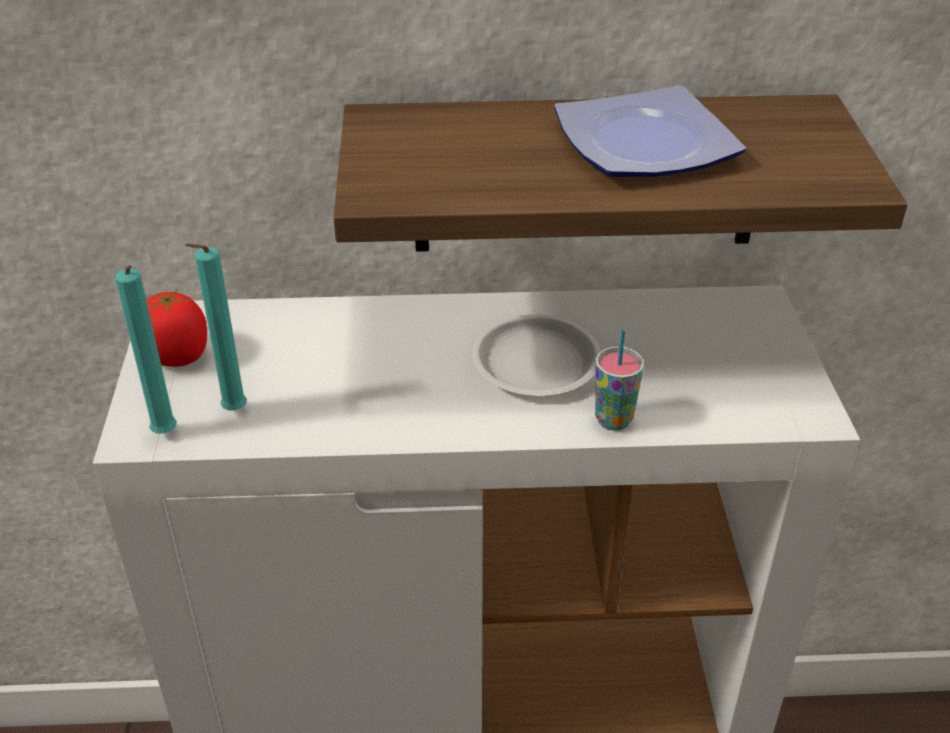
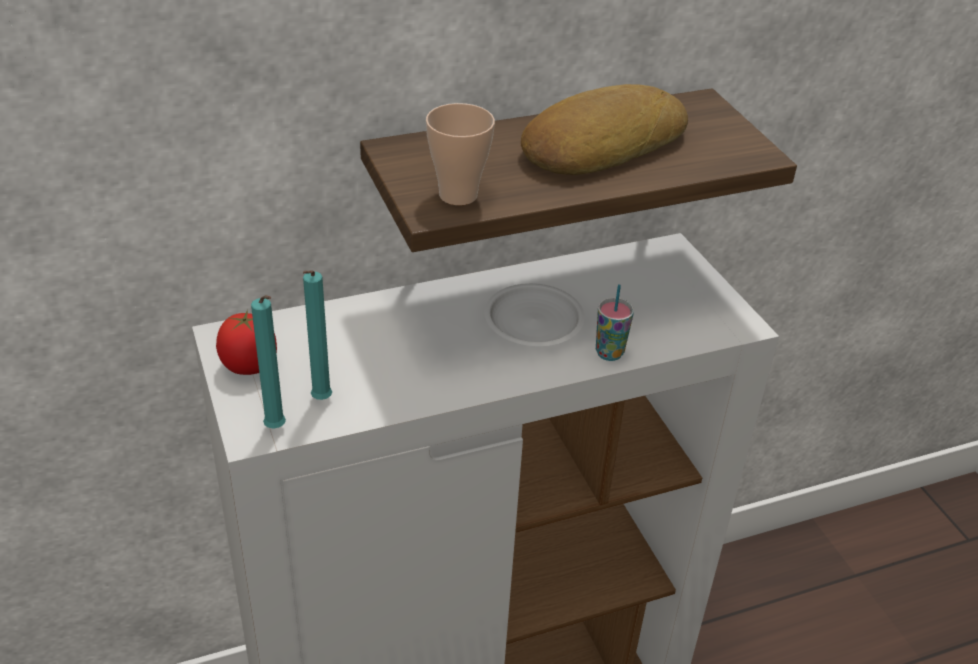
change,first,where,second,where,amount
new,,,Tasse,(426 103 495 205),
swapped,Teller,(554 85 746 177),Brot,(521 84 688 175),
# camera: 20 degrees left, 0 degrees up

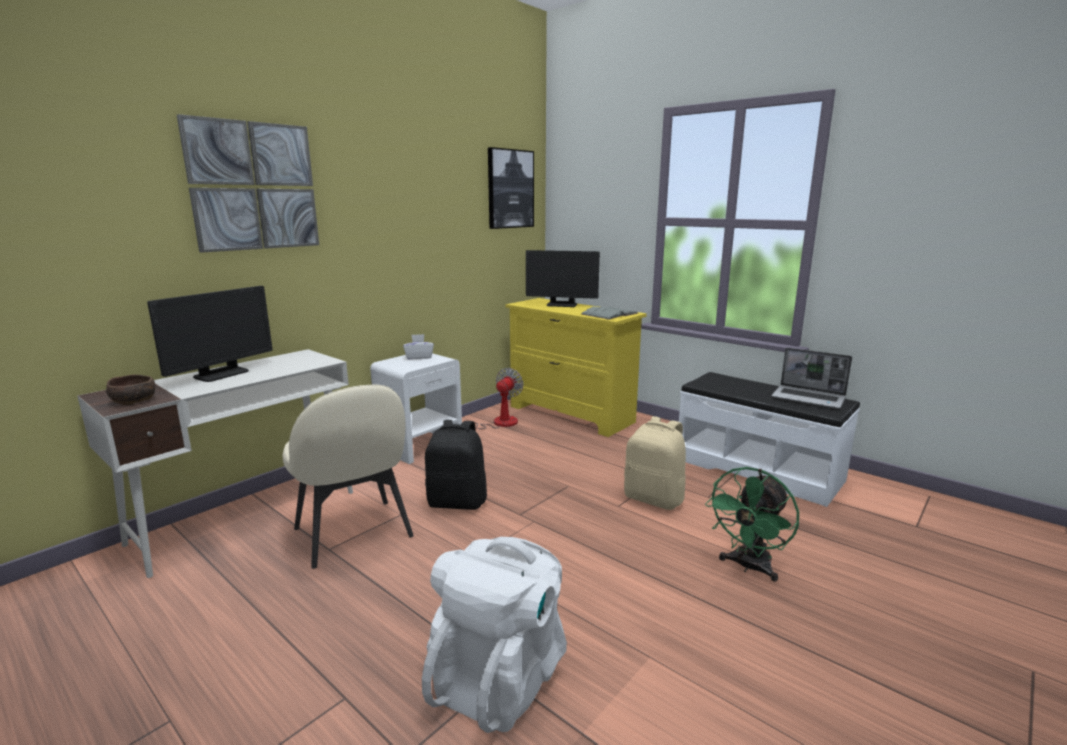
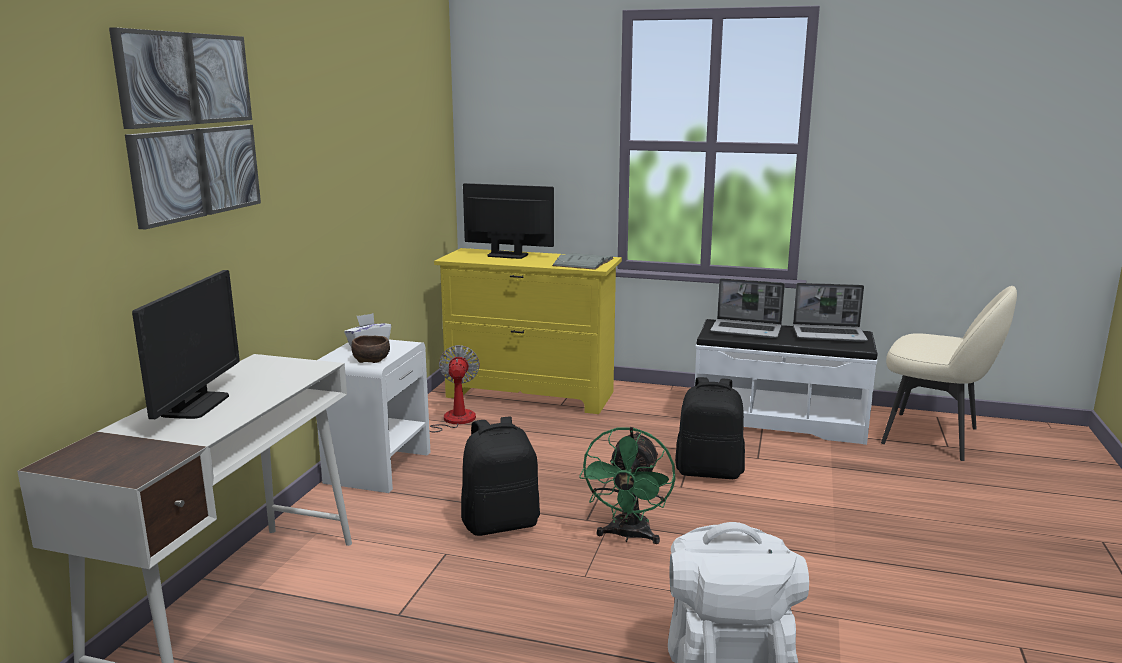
change,first,where,second,where,amount
gone,Bild,(488 147 534 229),,,
new,,,Laptop,(710 278 785 338),
shifted,Schüssel/braun,(106 374 155 405),,(351 336 390 363),
shifted,Stuhl/beige,(283 385 414 569),,(881 286 1017 461),
shifted,Ventilator/grün,(705 467 799 582),,(579 427 675 544),
repainted,Rucksack/beige,(624 416 686 510),Rucksack/schwarz,(675 377 745 479),
rotated,Monitor,(526 250 600 307),,(463 183 554 259),150 degrees counterclockwise
# camera: 25 degrees left, 0 degrees up

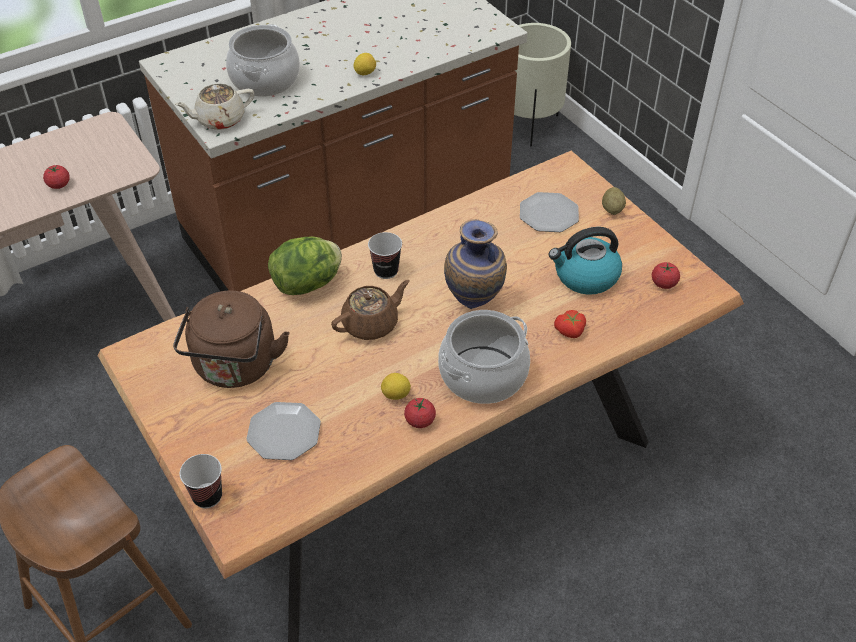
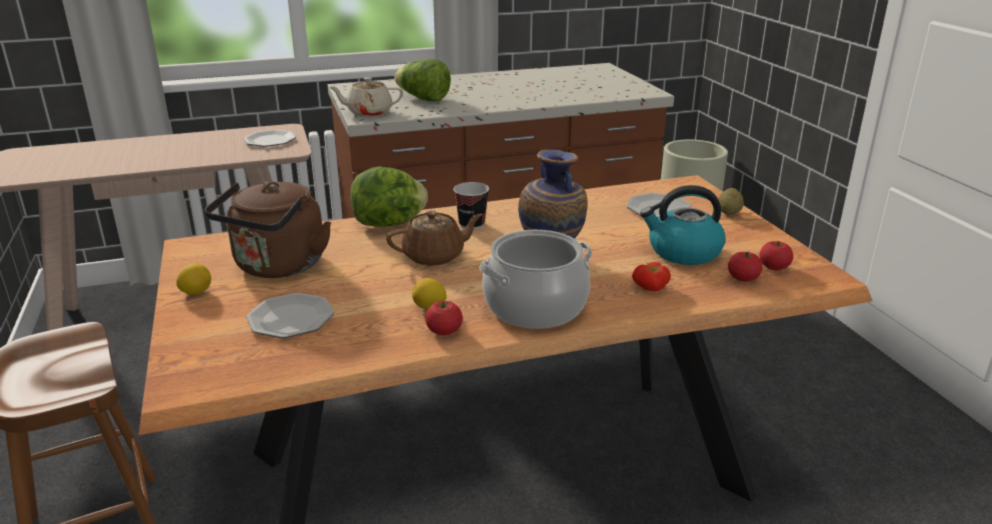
change,first,where,second,where,amount
gone,Tasse,(180 454 222 508),,,
new,,,Teller,(244 130 296 147),
shifted,Tomate,(43 165 70 189),,(728 251 763 282),
shifted,Zitrone,(353 53 376 75),,(176 263 211 295),
swapped,Kochtopf,(226 24 300 97),Salatkopf,(394 59 451 102),
# camera: 15 degrees right, 20 degrees down

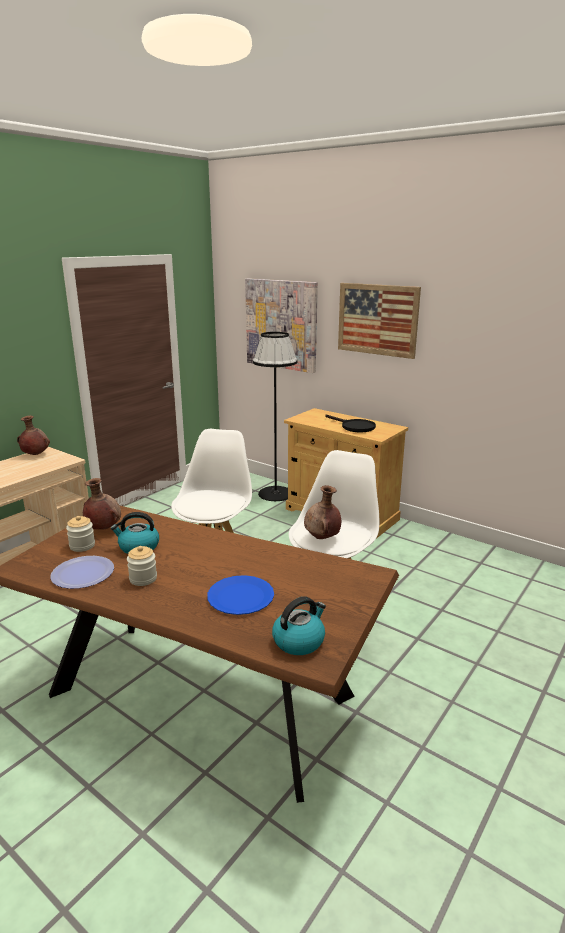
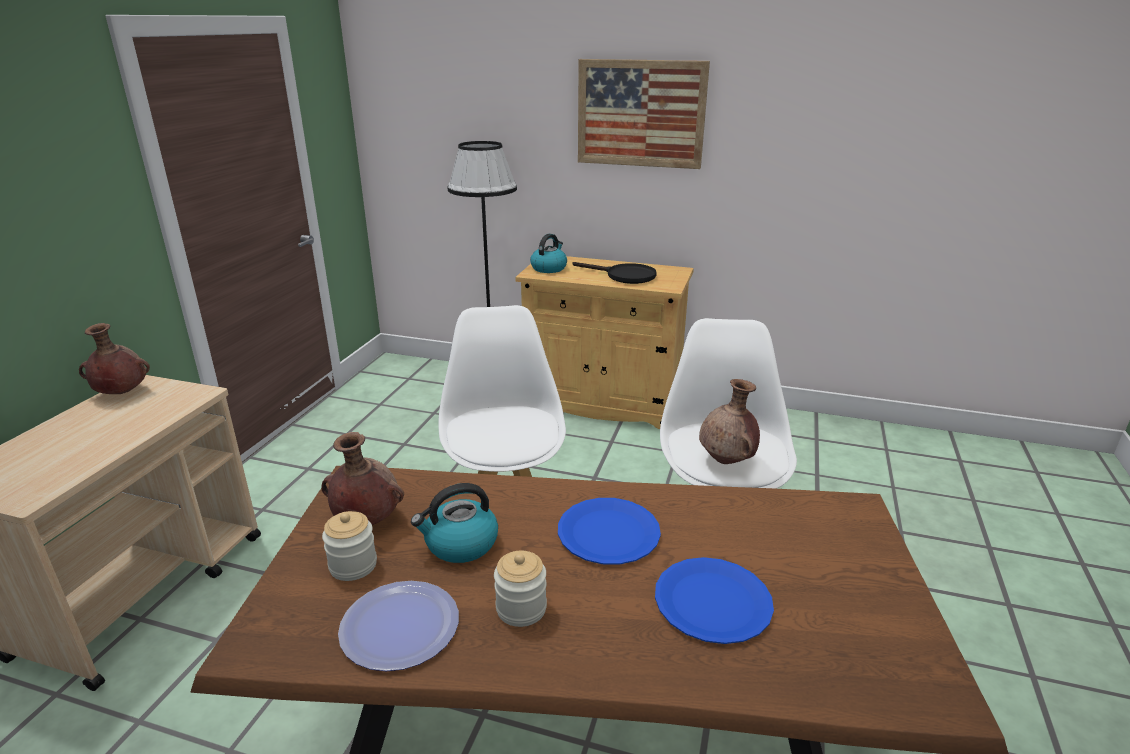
change,first,where,second,where,amount
gone,Bild,(245 278 318 373),,,
new,,,Teller/blau,(558 498 661 565),
shifted,Wasserkessel,(272 596 326 655),,(530 234 567 273),
# camera: 20 degrees left, 5 degrees up

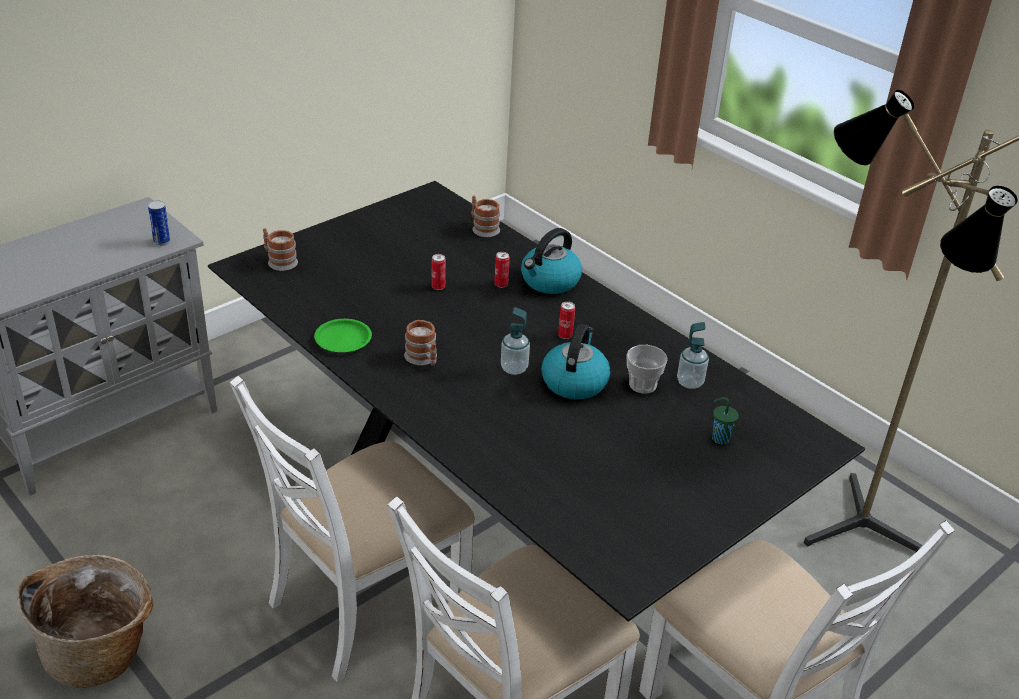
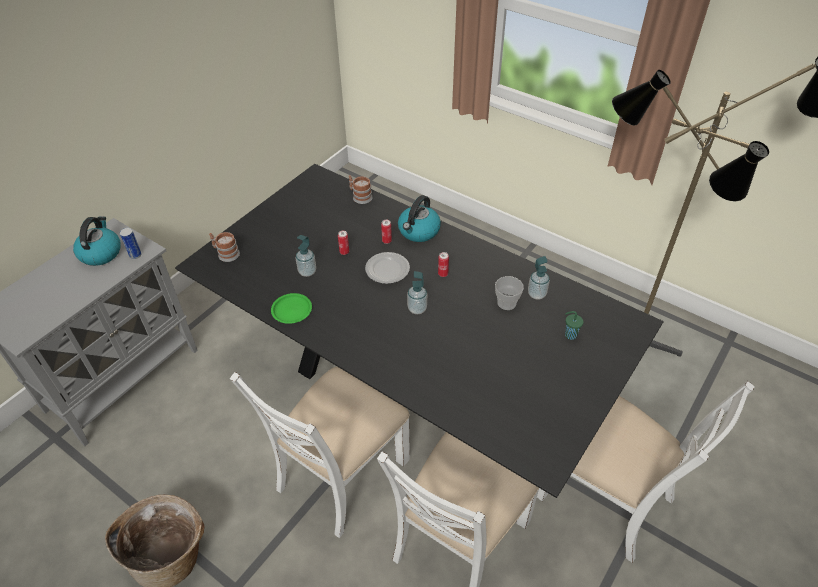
change,first,where,second,where,amount
gone,Henkelbecher,(404 320 437 366),,,
new,,,Seifenspender,(296 235 316 277),
new,,,Teller,(365 252 410 284),
shifted,Wasserkessel,(541 324 610 399),,(73 216 121 266),
# camera: 10 degrees left, 10 degrees up

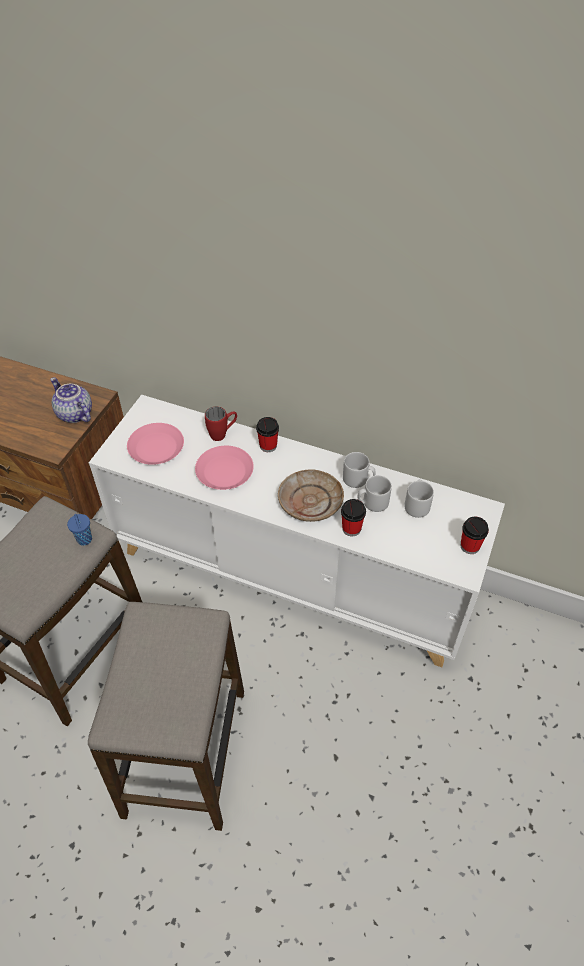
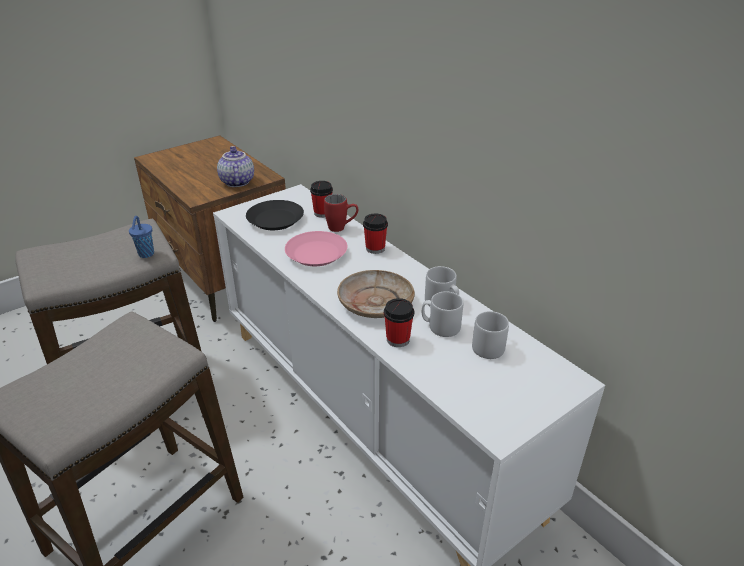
change,first,where,second,where,amount
shifted,Tasse,(460 517 489 554),,(310 181 333 218),
repainted,Teller/rosa,(127 423 184 465),Teller/schwarz,(246 200 304 230),
# camera: 30 degrees right, 15 degrees down

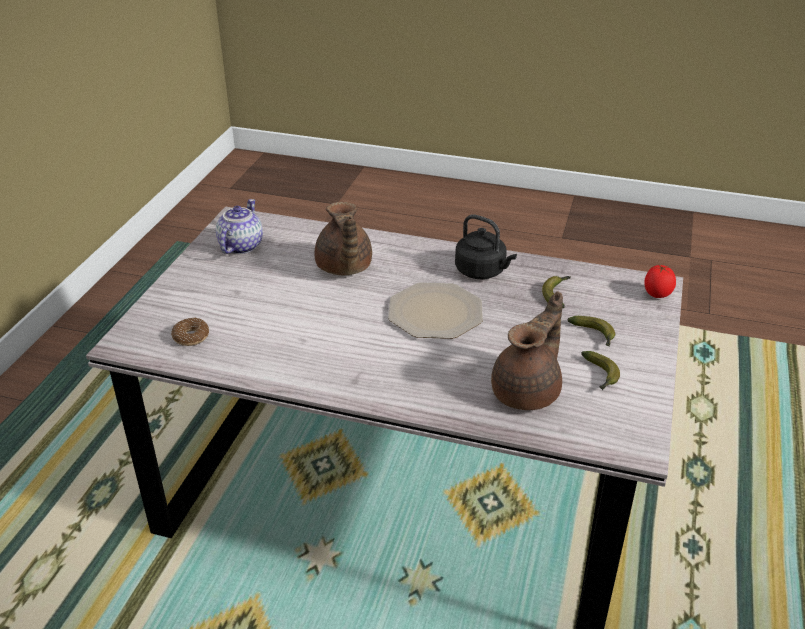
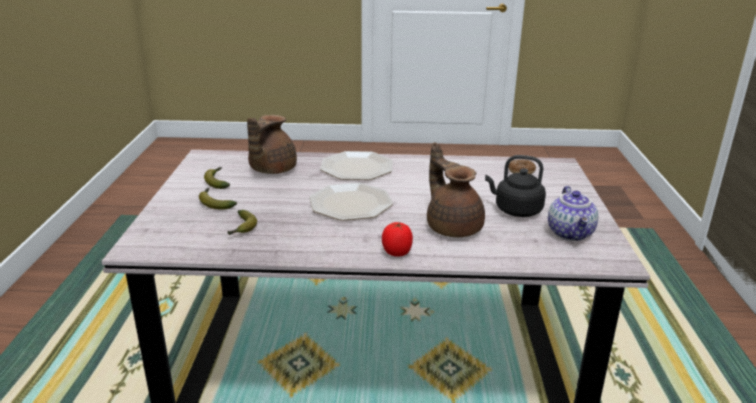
change,first,where,second,where,amount
new,,,Teller,(320 151 393 180),
shifted,Wasserkessel/schwarz,(455 215 517 279),,(485 155 546 217),
shifted,Tomate,(644 264 676 298),,(382 222 413 256),
# camera: 165 degrees right, 10 degrees down

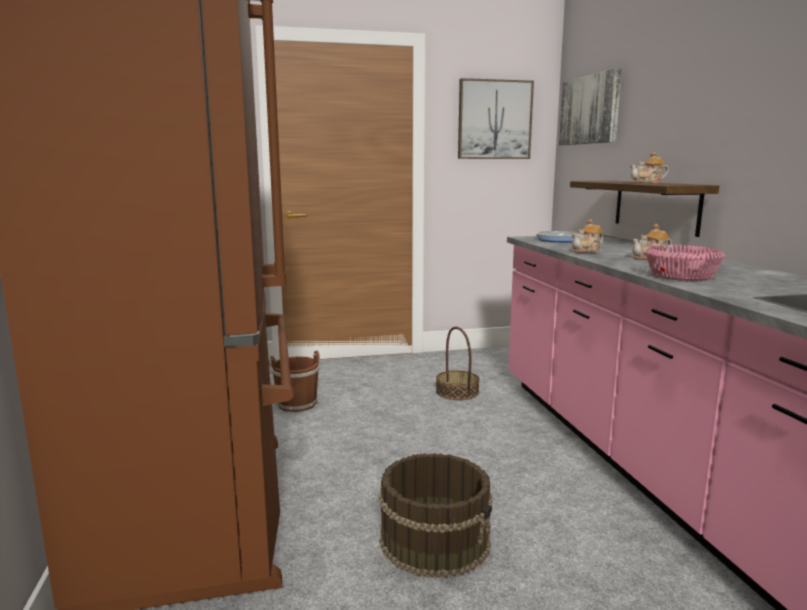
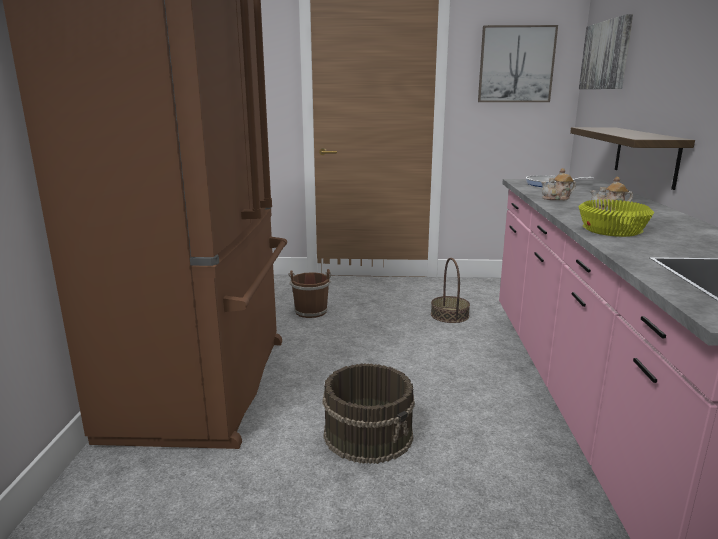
change,first,where,second,where,amount
gone,Teekanne,(630 152 669 183),,,
repainted,Schüssel/rosa,(645 245 725 281),Schüssel/gelb,(579 199 654 237),
# camera: 15 degrees right, 5 degrees up

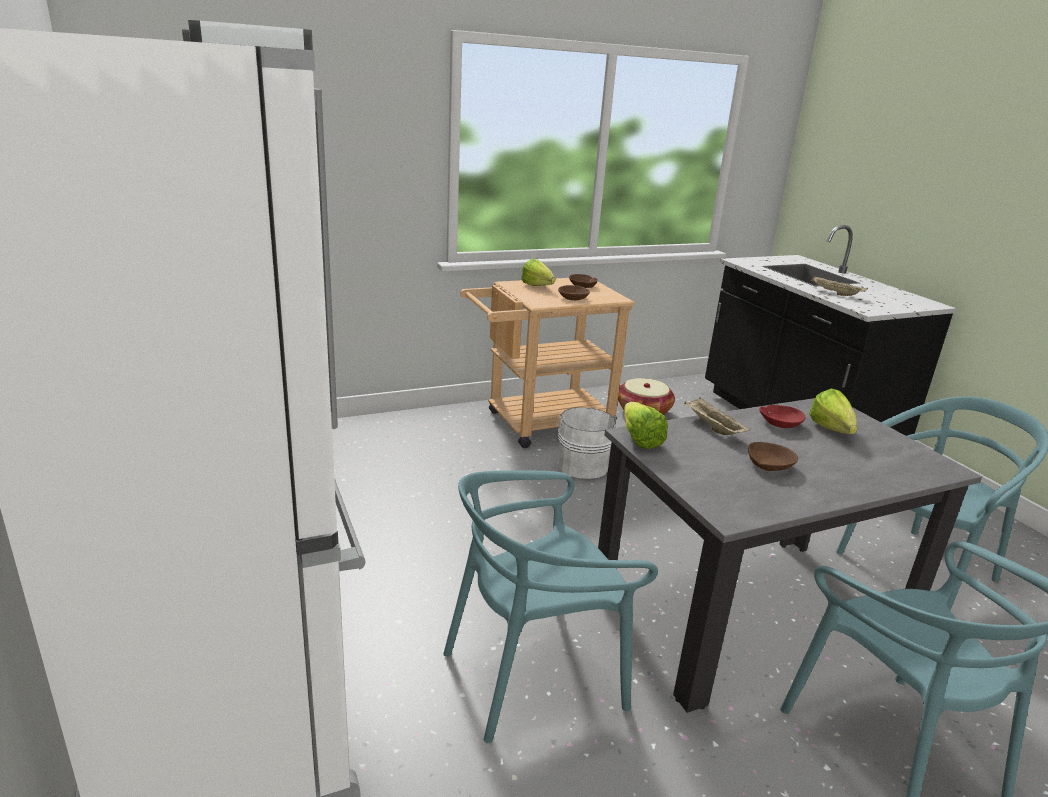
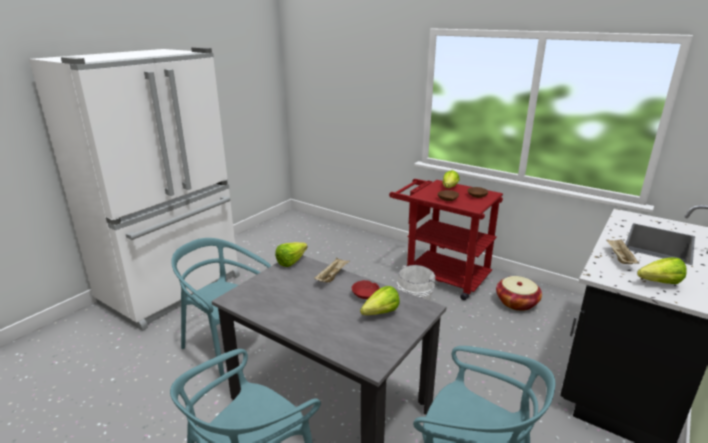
change,first,where,second,where,amount
gone,Schüssel/braun,(748 442 798 471),,,
new,,,Salatkopf,(637 258 687 284),
repainted,Rollwagen/beige,(460 278 635 448),Rollwagen/rot,(389 179 503 300),
# camera: 60 degrees right, 0 degrees up

